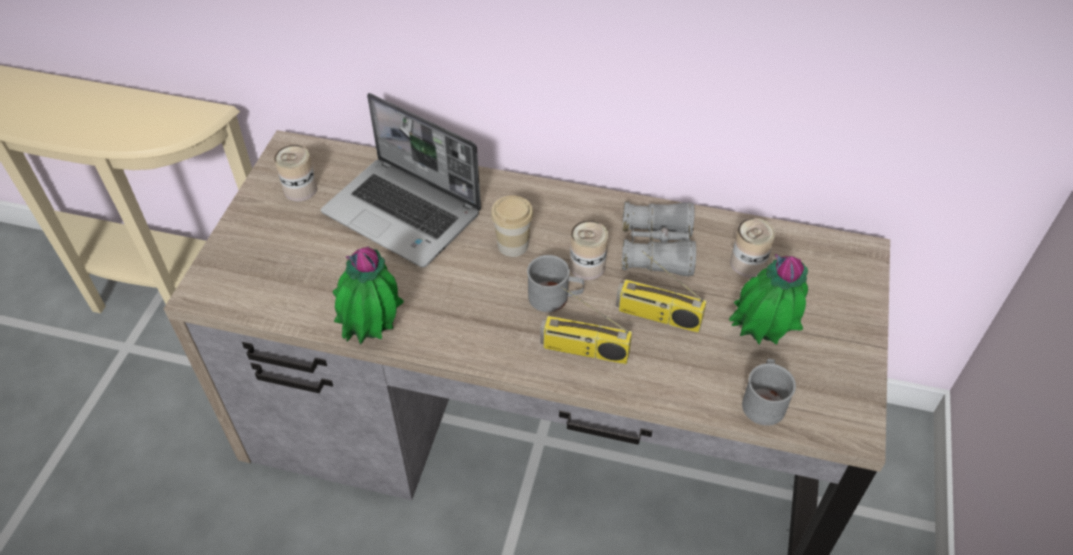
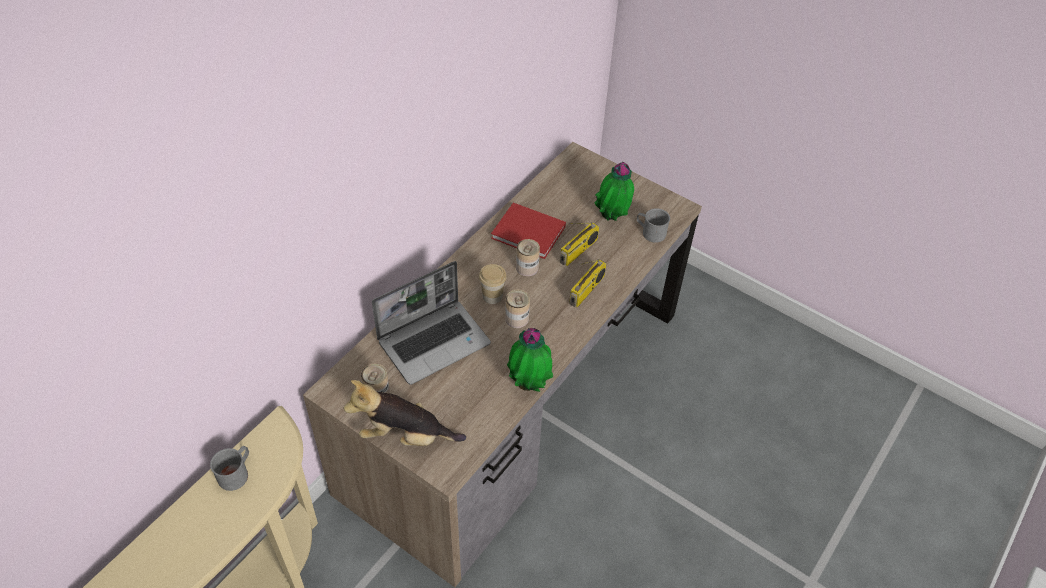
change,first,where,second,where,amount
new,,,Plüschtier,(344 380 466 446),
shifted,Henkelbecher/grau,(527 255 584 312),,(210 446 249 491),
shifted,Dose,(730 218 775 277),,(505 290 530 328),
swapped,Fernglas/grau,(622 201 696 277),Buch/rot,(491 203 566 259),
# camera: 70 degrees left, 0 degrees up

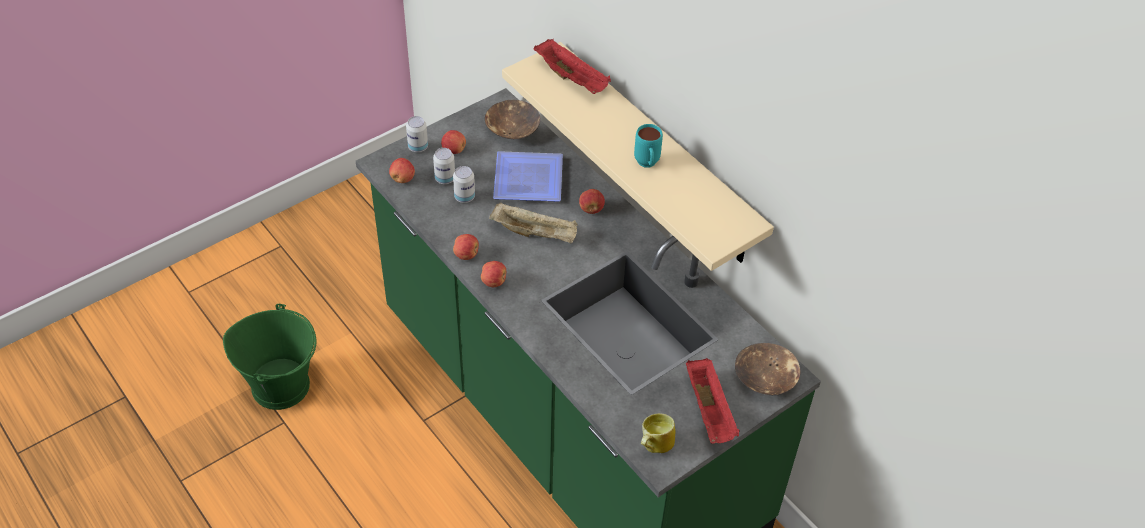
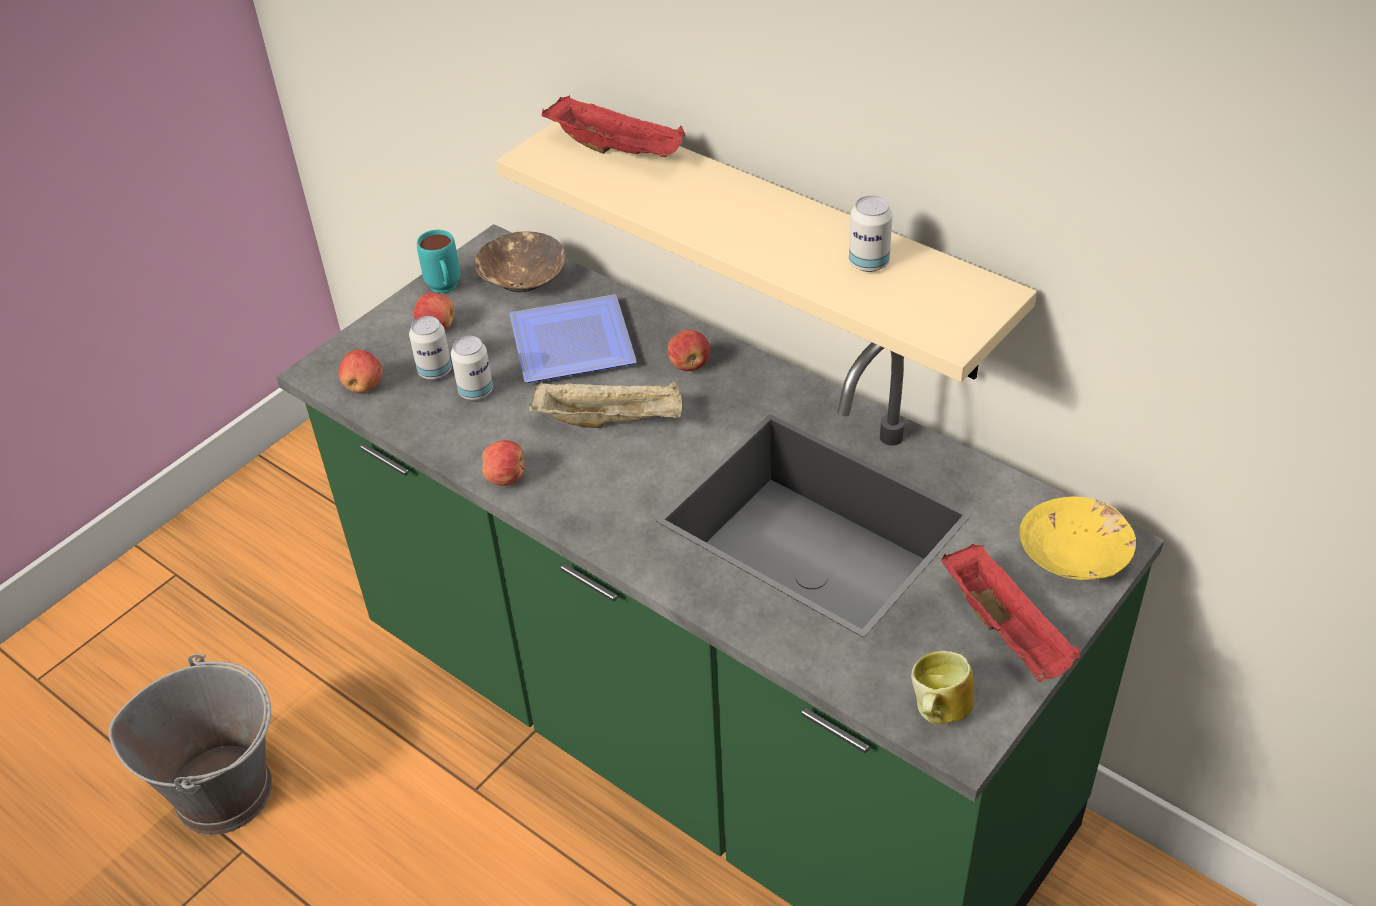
change,first,where,second,where,amount
gone,Apfel,(481 261 506 287),,,
shifted,Dose,(406 116 428 152),,(849 195 893 272),
shifted,Henkelbecher/türkis,(634 124 663 168),,(417 230 460 293),
repainted,Eimer/grün,(223 304 316 410),Eimer/grau,(109 654 272 835),
repainted,Schüssel/braun,(735 343 801 395),Schüssel/gelb,(1019 496 1136 580),
# camera: 10 degrees left, 5 degrees down

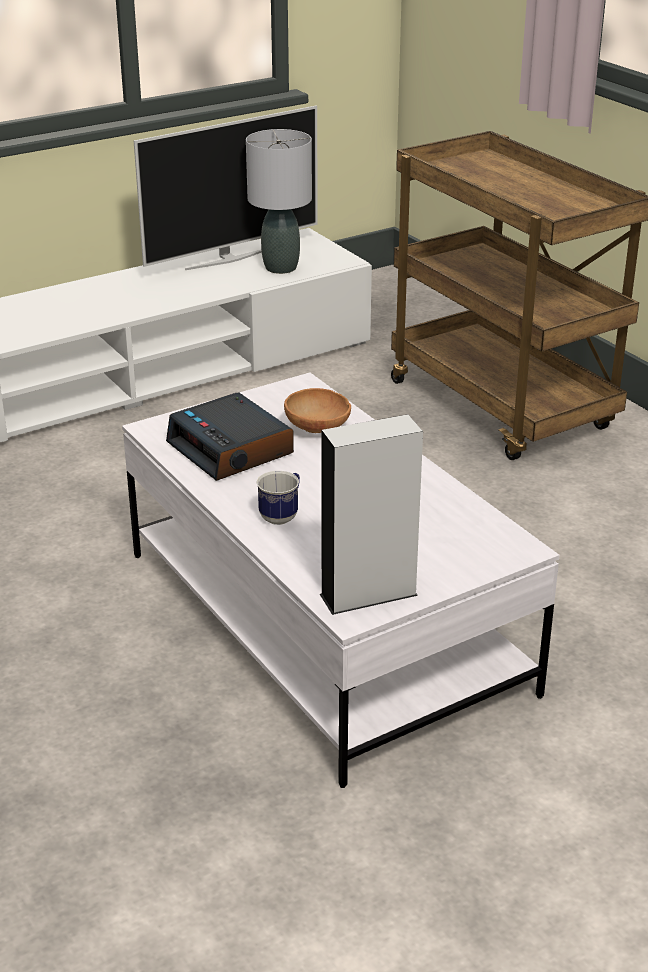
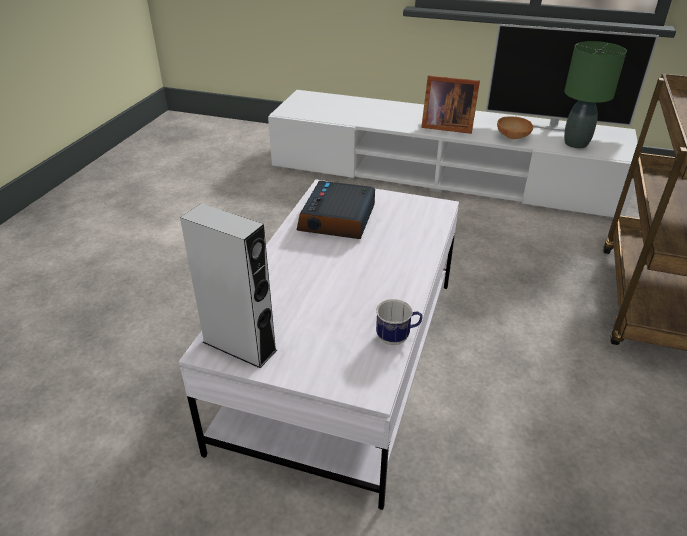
change,first,where,second,where,amount
new,,,Bilderrahmen,(421 76 480 134),
shifted,Henkelbecher,(257 471 300 525),,(376 299 423 345),
shifted,Schüssel/braun,(284 388 351 433),,(497 116 533 139),
repainted,Tischlampe/grau,(246 129 312 274),Tischlampe/grün,(564 41 627 148),
# camera: 50 degrees right, 5 degrees up

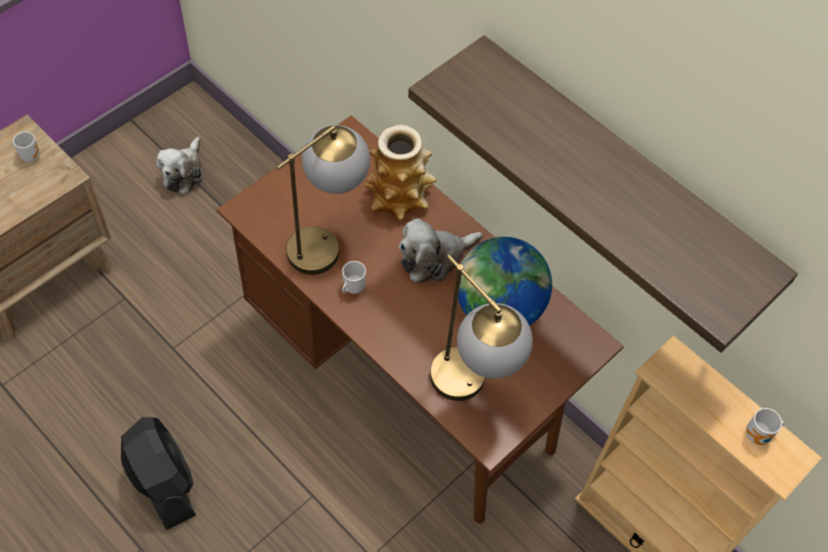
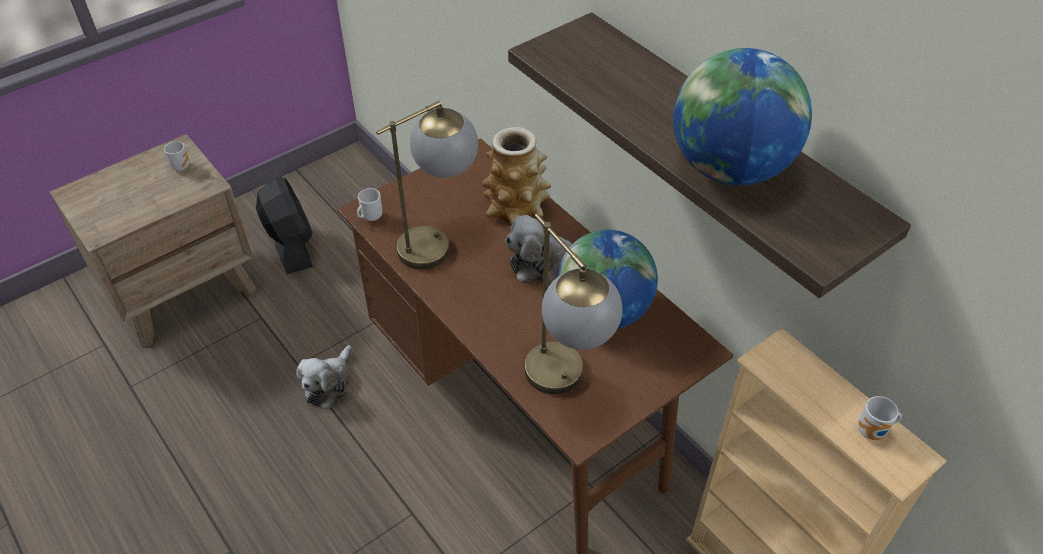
change,first,where,second,where,amount
new,,,Globus,(673 48 812 185),
shifted,Ventilator/schwarz,(121 417 196 530),,(256 177 313 274),
shifted,Plüschtier,(156 137 202 194),,(297 345 352 409),
shifted,Henkelbecher,(342 261 366 294),,(357 188 383 221),
# camera: 10 degrees right, 10 degrees down

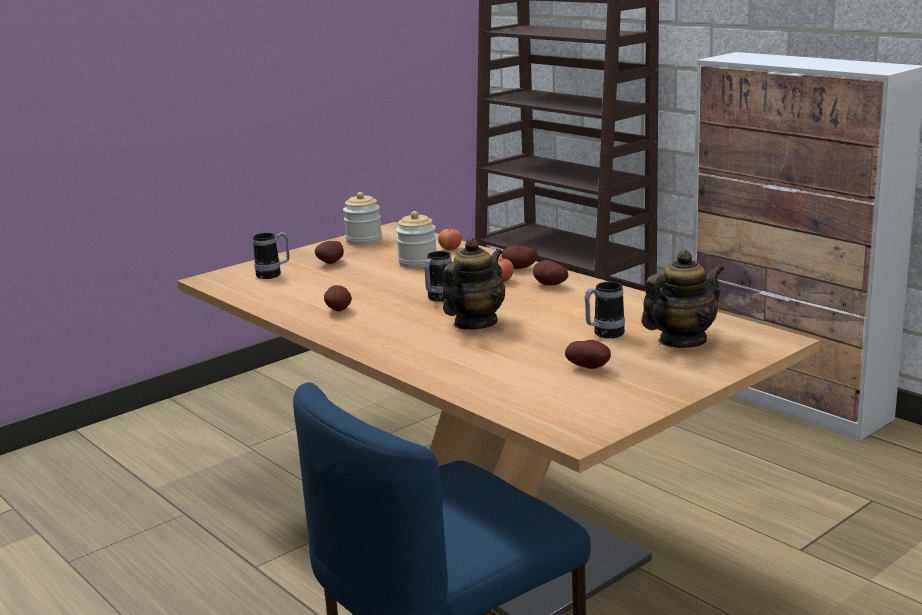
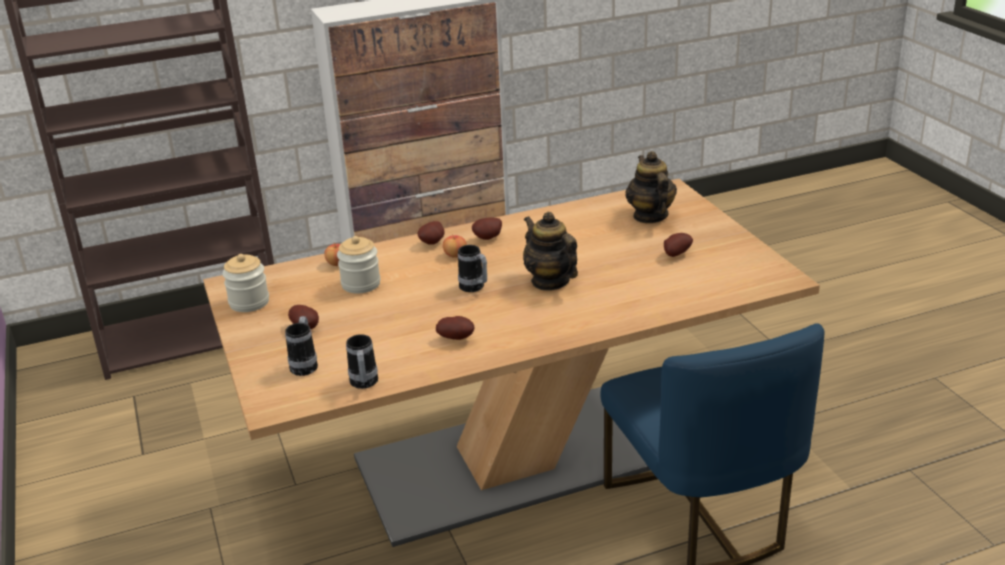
change,first,where,second,where,amount
shifted,Henkelbecher,(585 282 625 338),,(346 334 378 389),
# camera: 70 degrees left, 10 degrees up

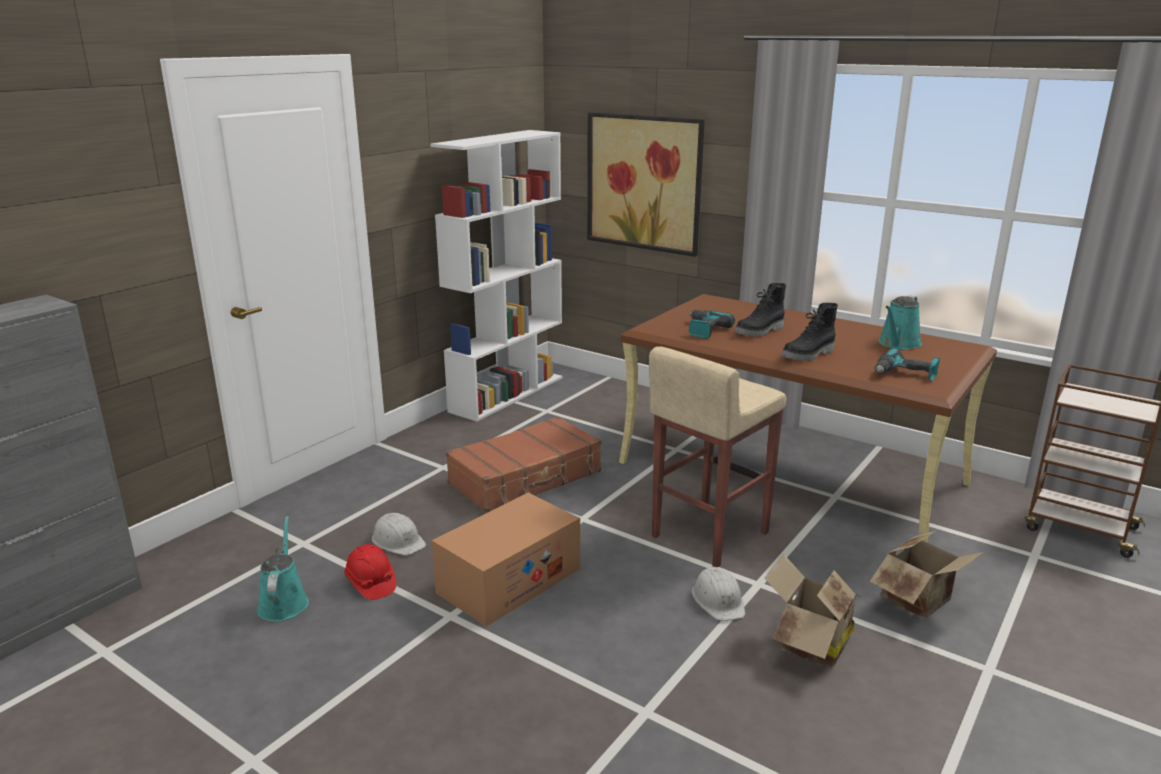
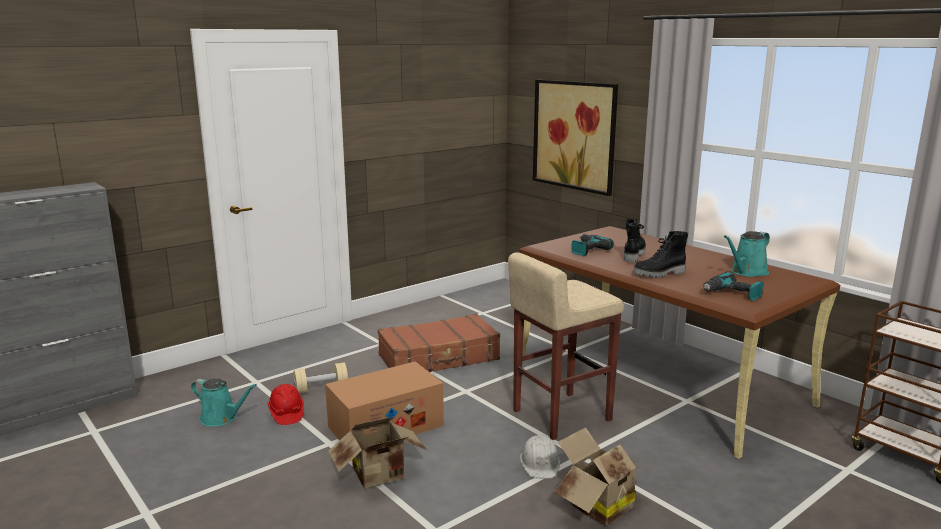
change,first,where,second,where,amount
gone,Bücherregal/weiß,(430 130 562 422),,,
shifted,Karton,(870 530 984 619),,(329 416 427 489),
swapped,Schutzhelm/weiß,(372 513 426 555),Hantel/beige,(294 362 348 394),
rotated,Gießkanne/türkis,(257 516 309 622),,(191 378 257 427),105 degrees clockwise
rotated,Stiefel/schwarz,(735 283 786 337),,(624 218 646 263),135 degrees clockwise
# camera: 15 degrees right, 5 degrees down

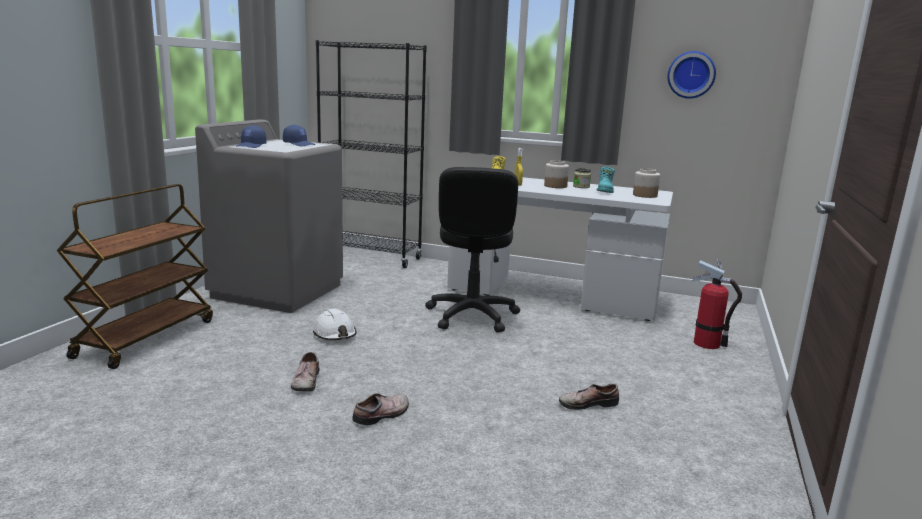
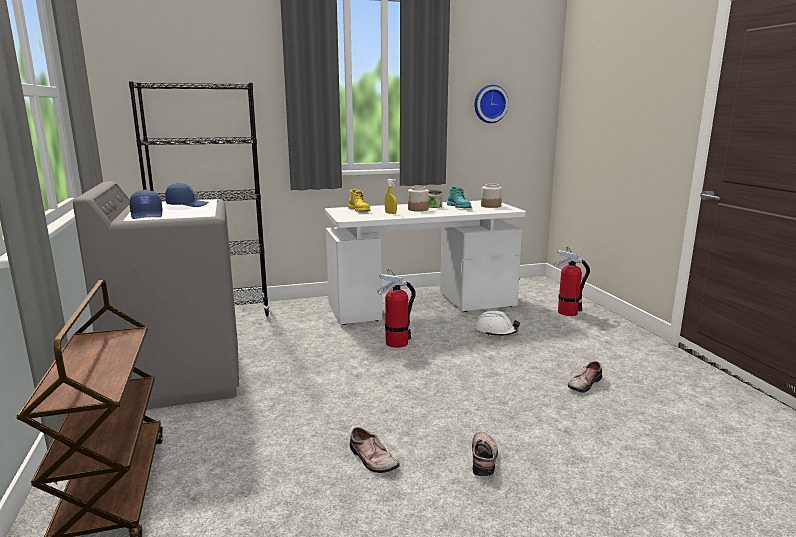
change,first,where,second,where,amount
shifted,Schutzhelm/weiß,(313 308 356 340),,(475 311 520 336),
swapped,Bürostuhl/schwarz,(425 167 520 333),Feuerlöscher,(378 269 416 348),
# camera: 35 degrees left, 0 degrees up

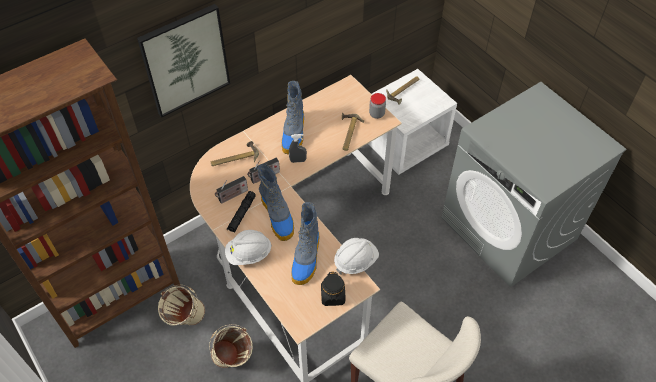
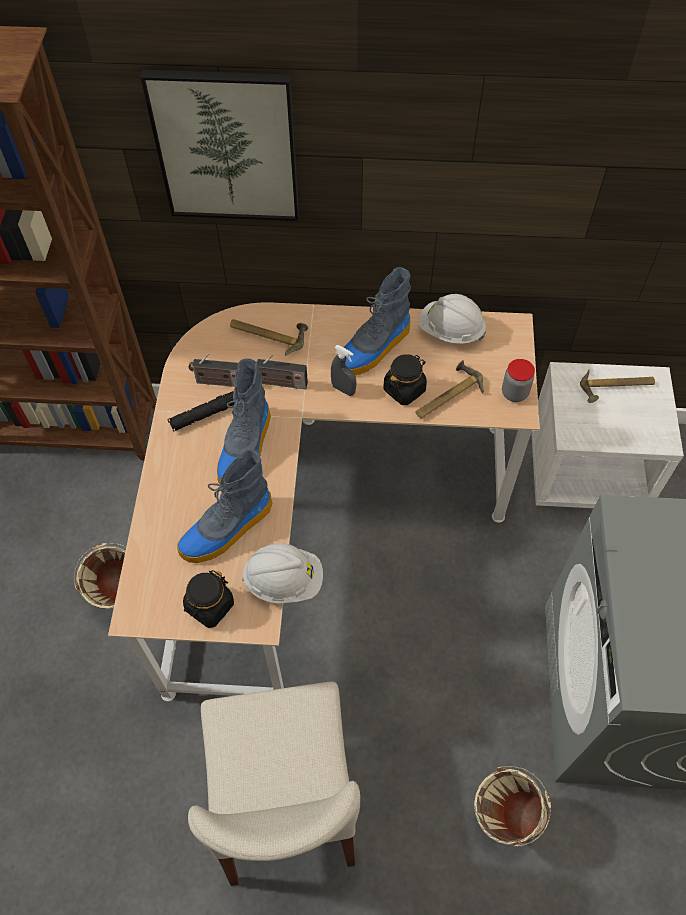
change,first,where,second,where,amount
new,,,Vorratsglas/schwarz,(384 354 427 405),
shifted,Eimer/beige,(158 285 205 325),,(474 766 551 847),
shifted,Schutzhelm/weiß,(225 230 272 265),,(419 294 486 344),
# camera: 40 degrees right, 5 degrees up

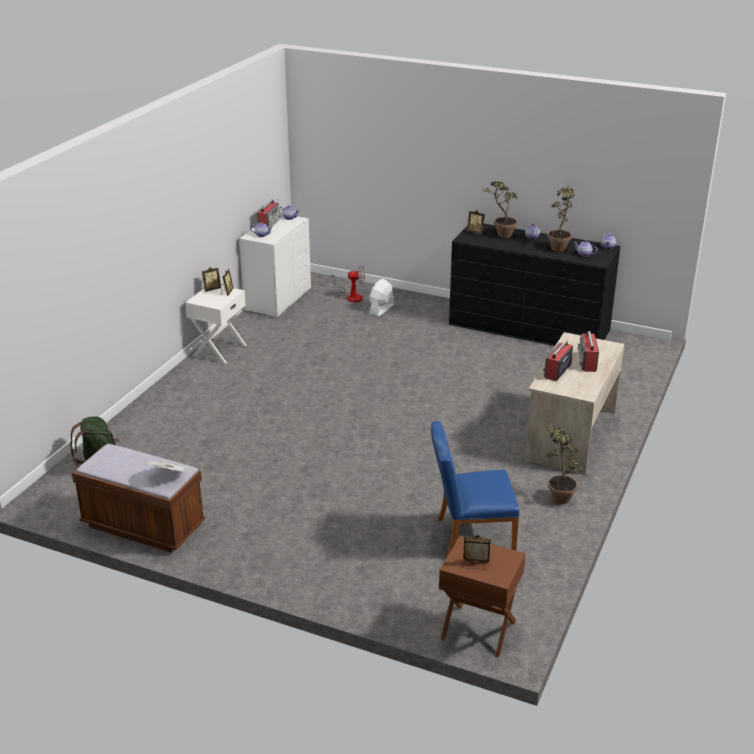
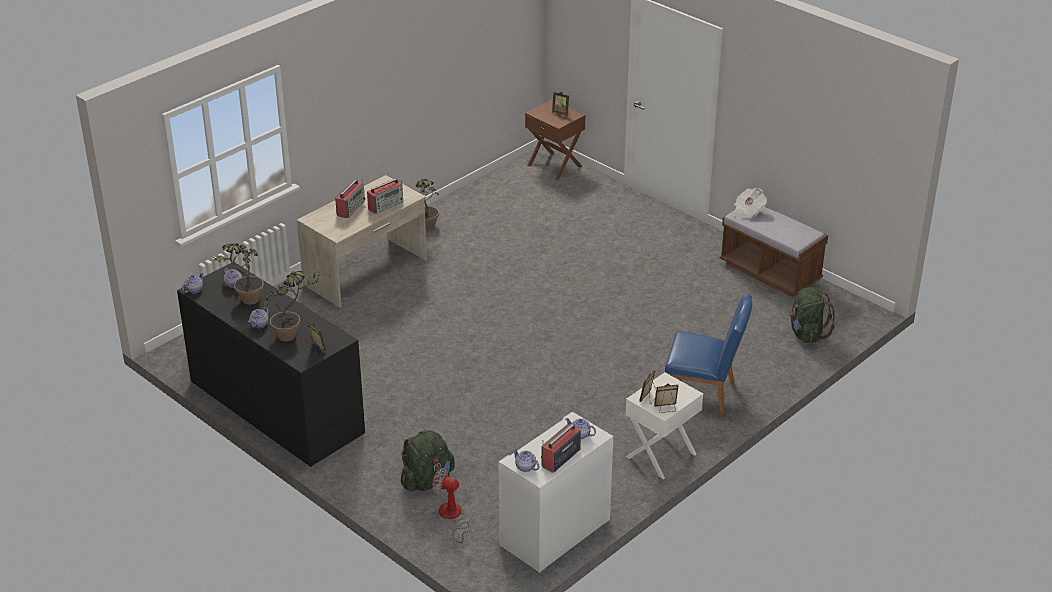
change,first,where,second,where,amount
shifted,Stuhl/blau,(431 421 520 558),,(665 294 752 417),
swapped,Ventilator/weiß,(369 279 395 316),Rucksack/grün,(401 430 455 492),
# camera: 160 degrees left, 5 degrees up

